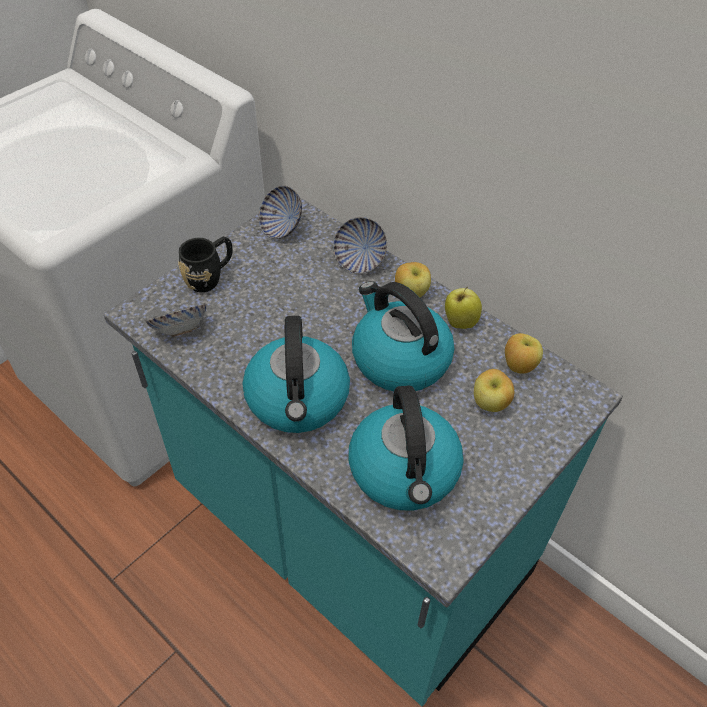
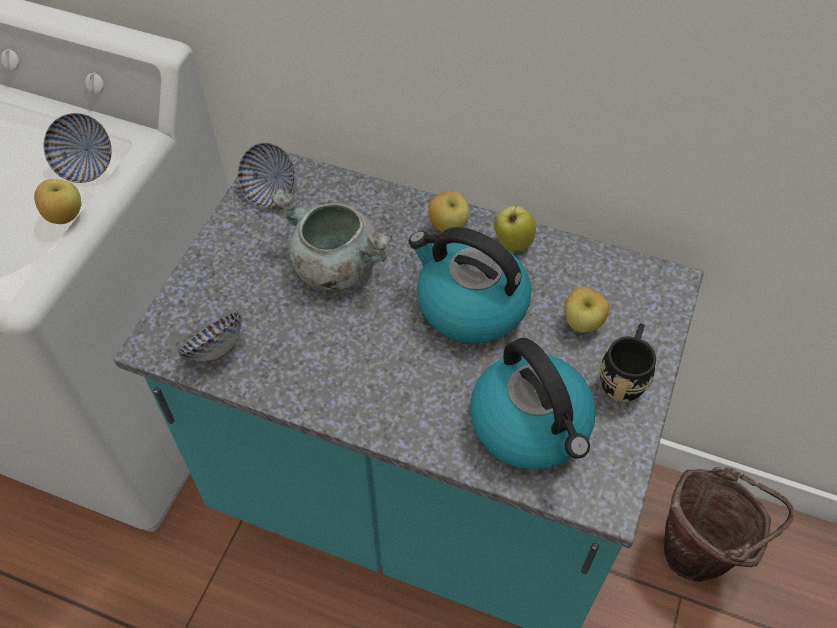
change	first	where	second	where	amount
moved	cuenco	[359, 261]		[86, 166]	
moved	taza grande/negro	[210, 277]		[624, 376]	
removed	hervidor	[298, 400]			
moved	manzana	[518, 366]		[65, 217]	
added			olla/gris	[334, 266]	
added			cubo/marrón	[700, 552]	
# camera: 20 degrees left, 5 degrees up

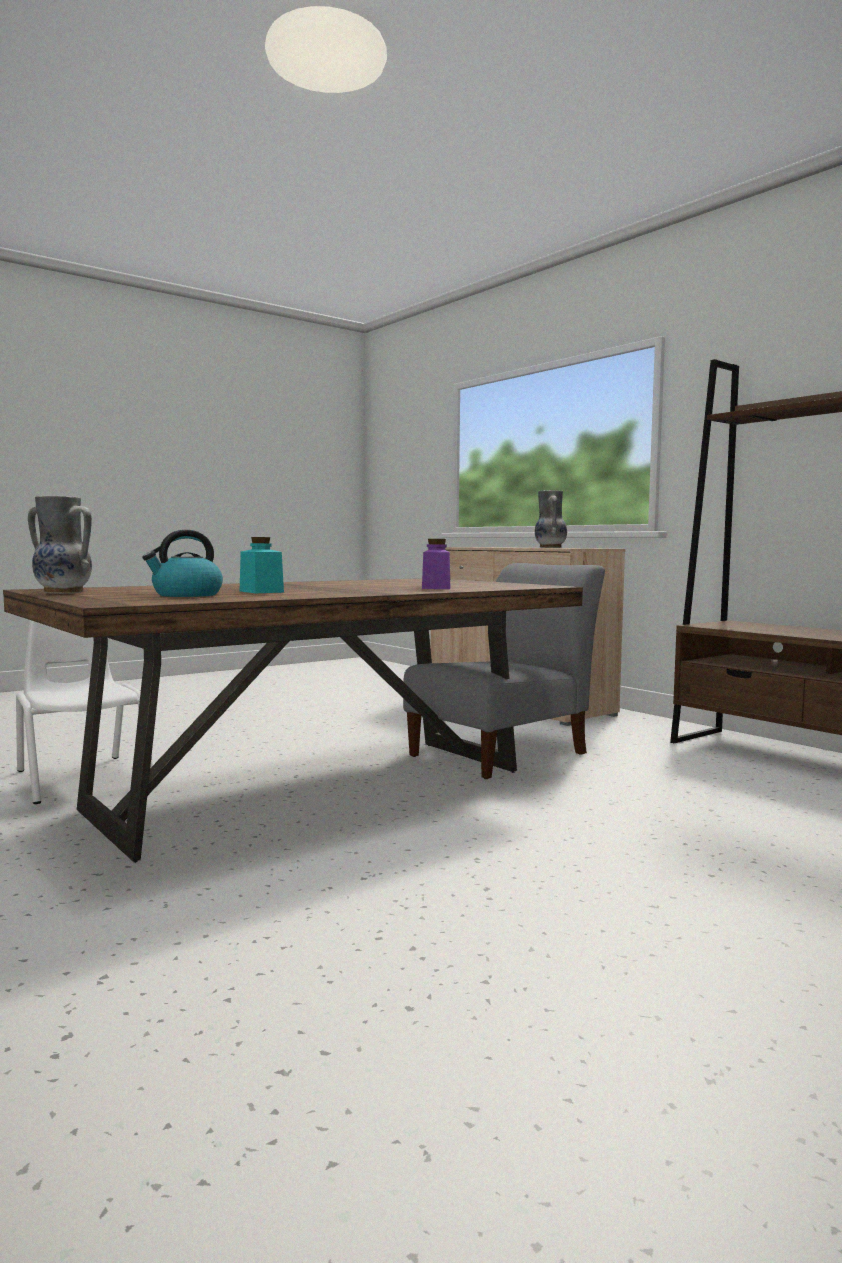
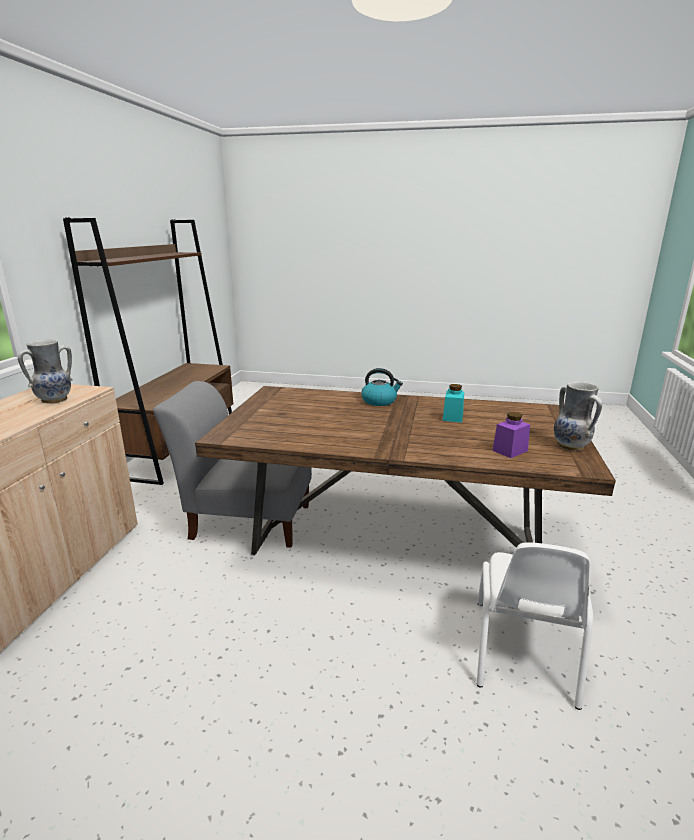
change	first	where	second	where	amount
moved	hervidor	[186, 595]		[379, 401]	
moved	tarro/morado	[436, 588]		[510, 450]	
# camera: 130 degrees left, 15 degrees up

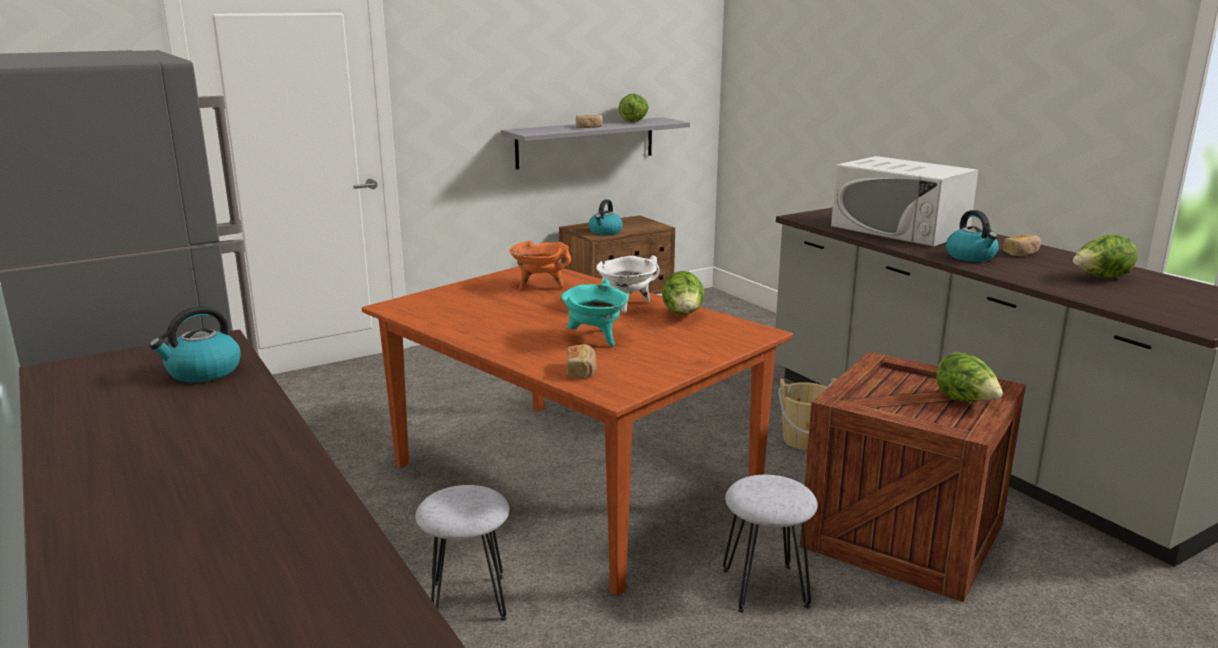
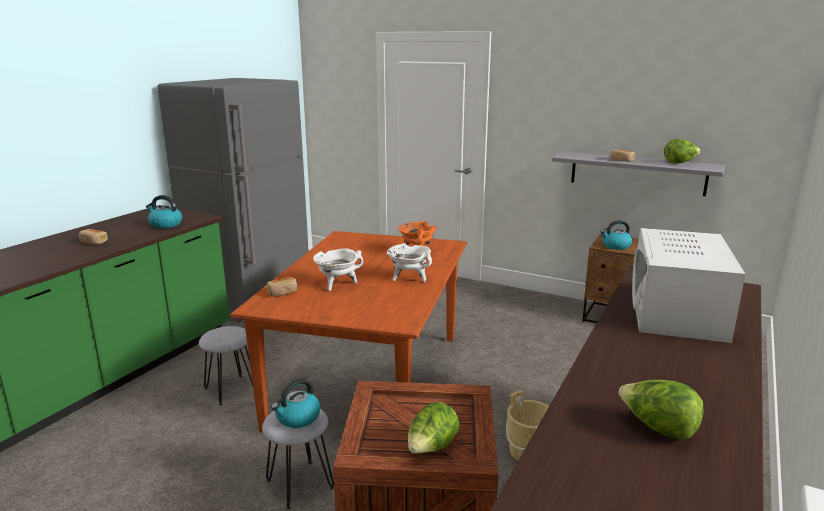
change	first	where	second	where	amount
moved	hervidor	[971, 257]		[297, 418]	
moved	pan	[1021, 253]		[93, 242]	
removed	lechuga	[683, 315]			
recoloured	olla/turquesa	[595, 339]	olla/blanco	[337, 284]	
# camera: 60 degrees right, 0 degrees up

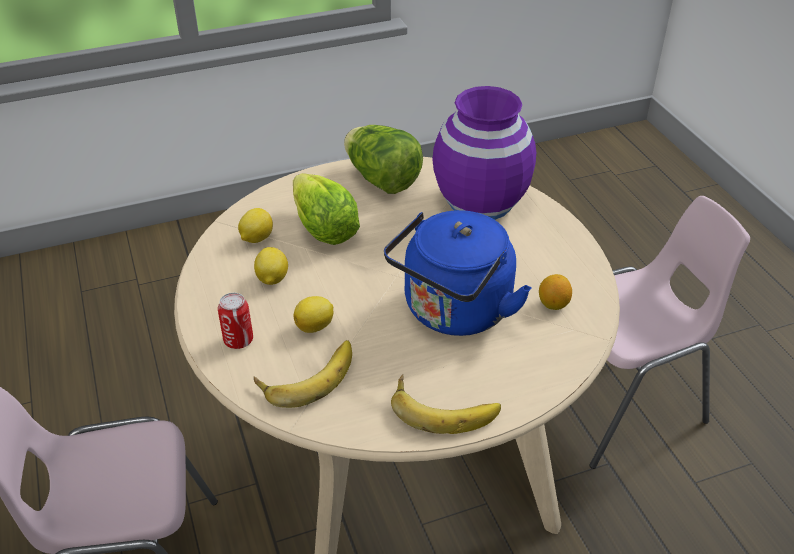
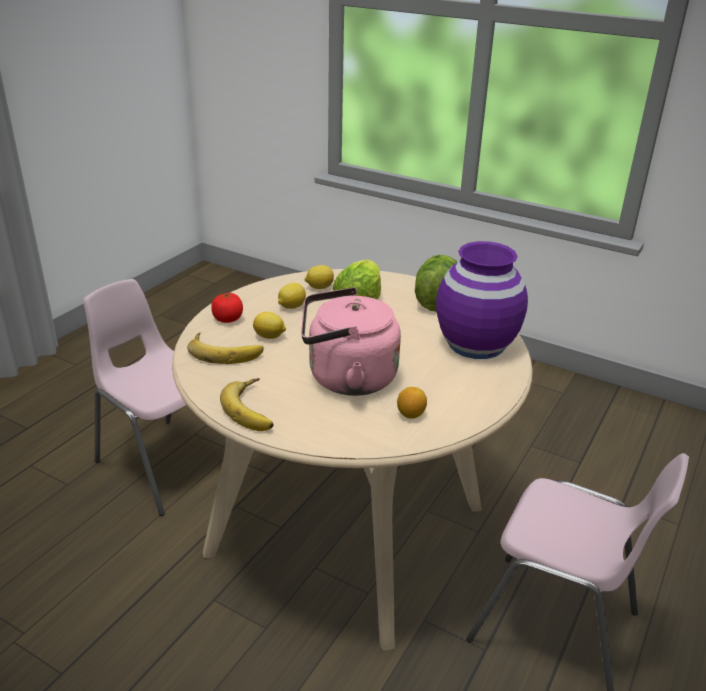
change	first	where	second	where	amount
recoloured	hervidor/azul	[454, 313]	hervidor/rosa	[346, 378]	
replaced	lata	[238, 340]	tomate	[228, 319]	
# camera: 50 degrees right, 10 degrees down

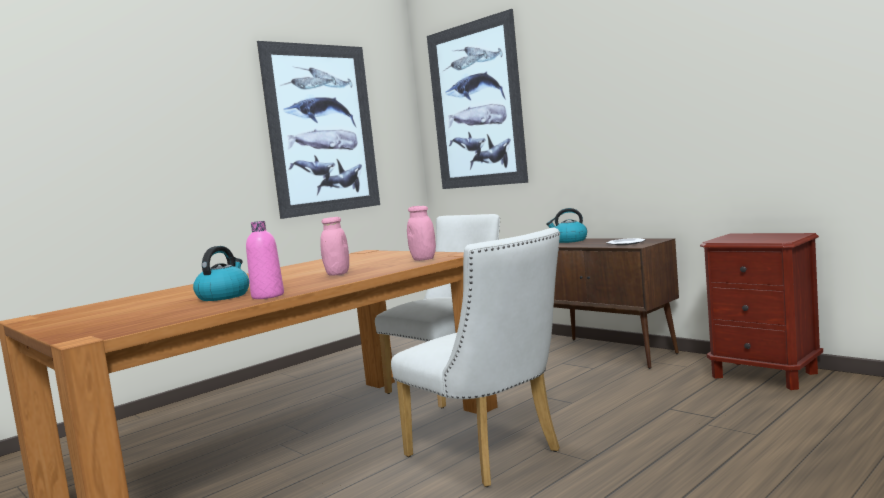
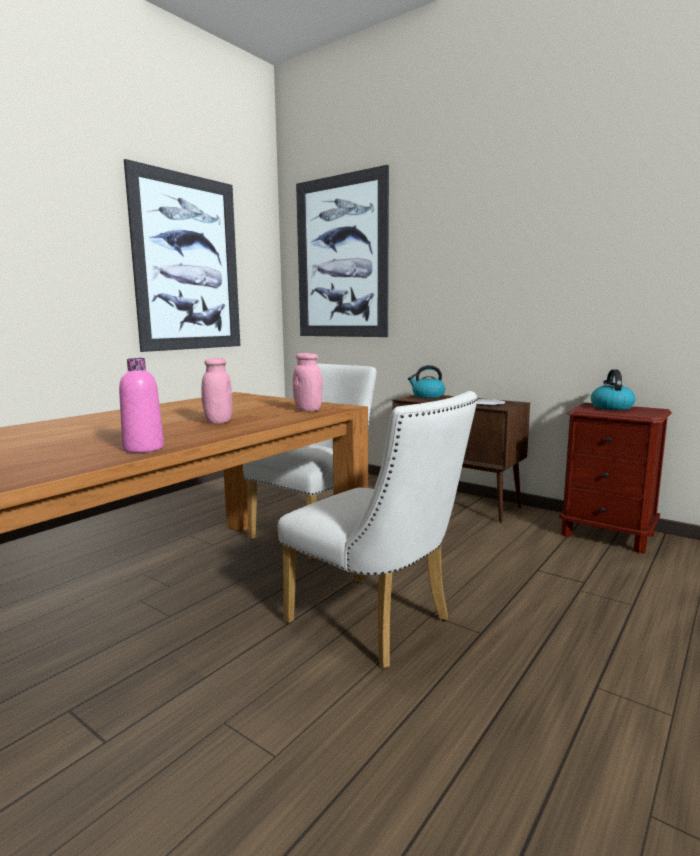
change	first	where	second	where	amount
moved	hervidor	[224, 296]		[611, 407]	
# camera: 10 degrees left, 5 degrees up

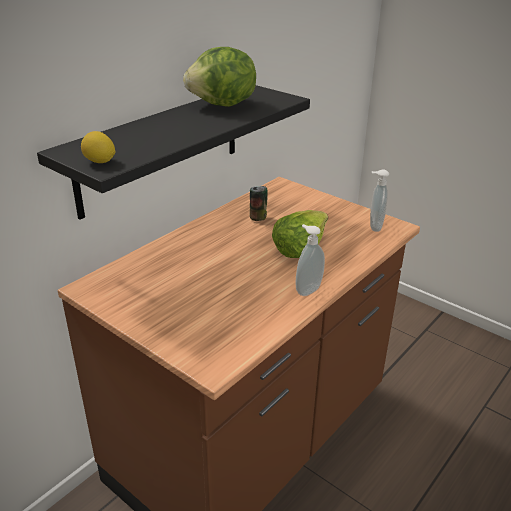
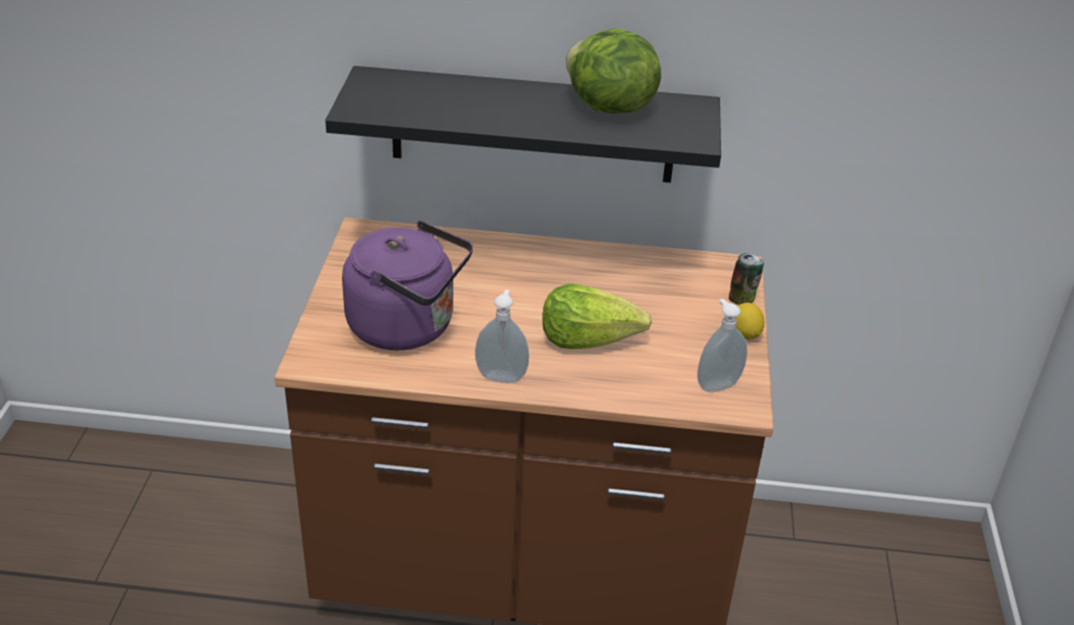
change	first	where	second	where	amount
moved	limón	[99, 162]		[744, 334]	
moved	lata	[258, 217]		[742, 299]	
added			hervidor/morado	[408, 327]	
# camera: 55 degrees right, 5 degrees up

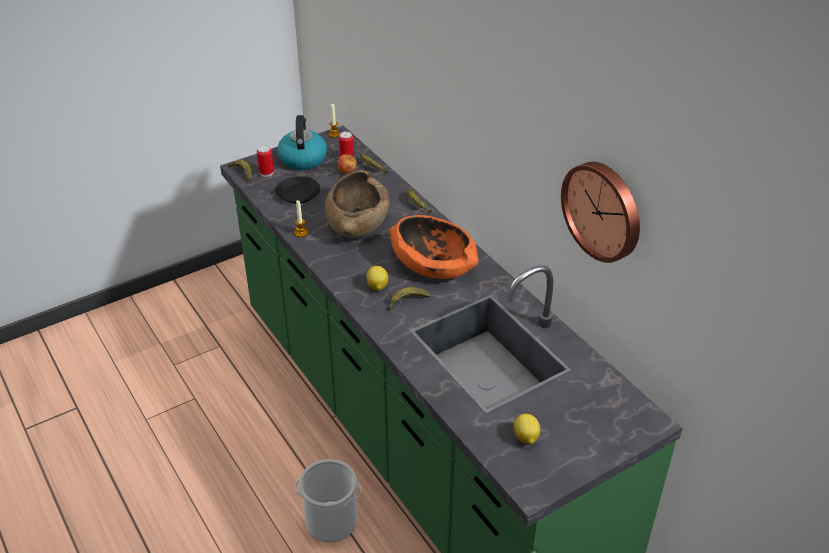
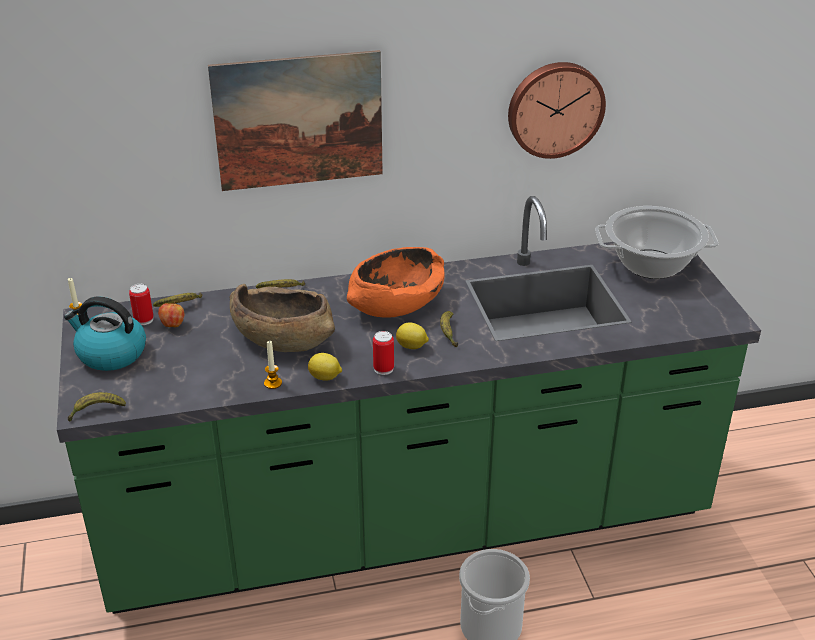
change	first	where	second	where	amount
moved	lata	[266, 172]		[383, 369]	
removed	plato/negro	[298, 194]			
moved	limón	[525, 438]		[325, 377]	
added			cuadro	[299, 121]	
added			olla	[651, 265]	
# camera: 70 degrees left, 5 degrees down

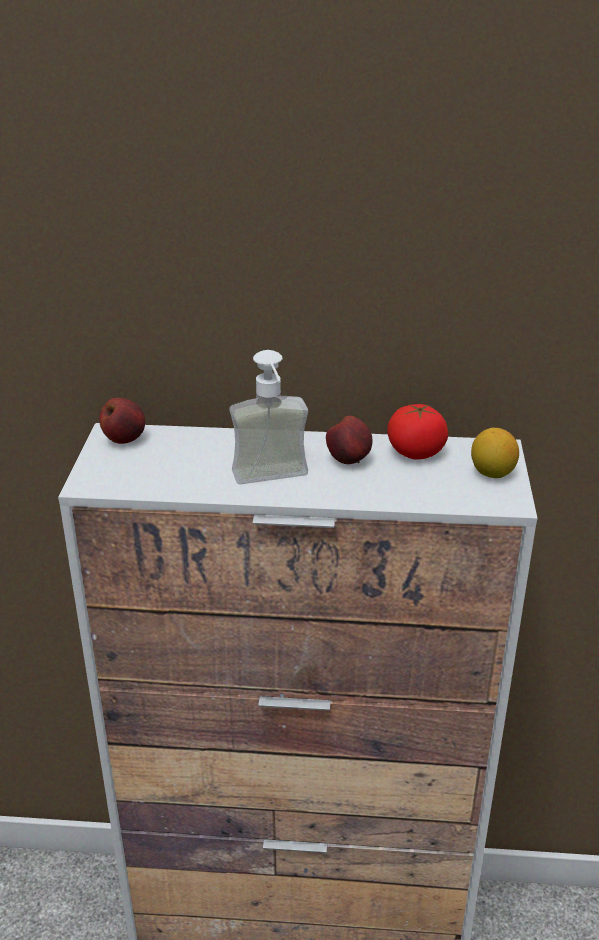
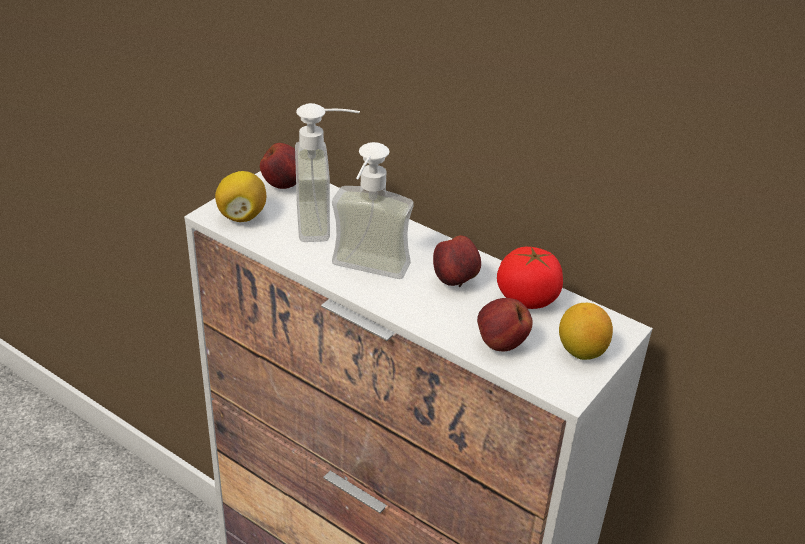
change	first	where	second	where	amount
added			dispensador de jabón	[328, 221]	
added			limón	[242, 215]	
added			manzana	[500, 344]	
# camera: 30 degrees right, 5 degrees up

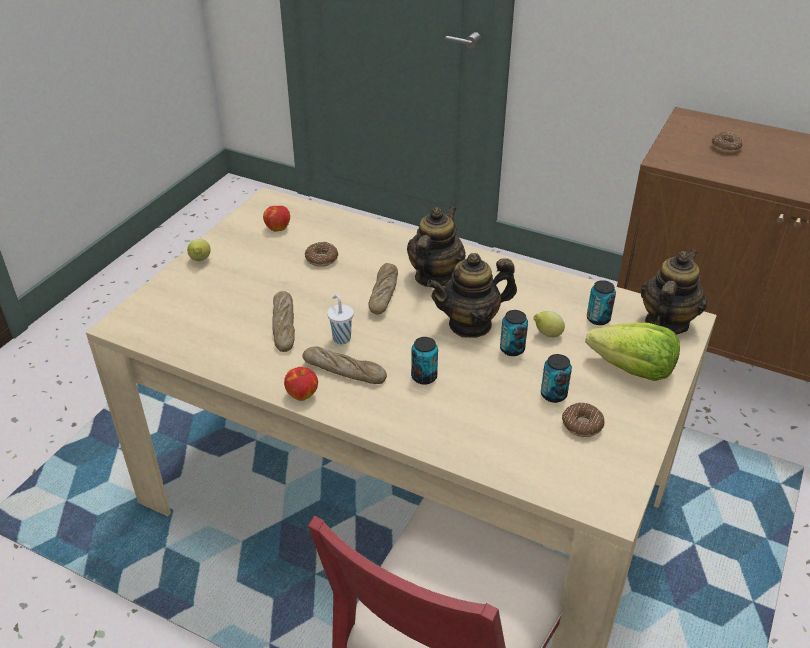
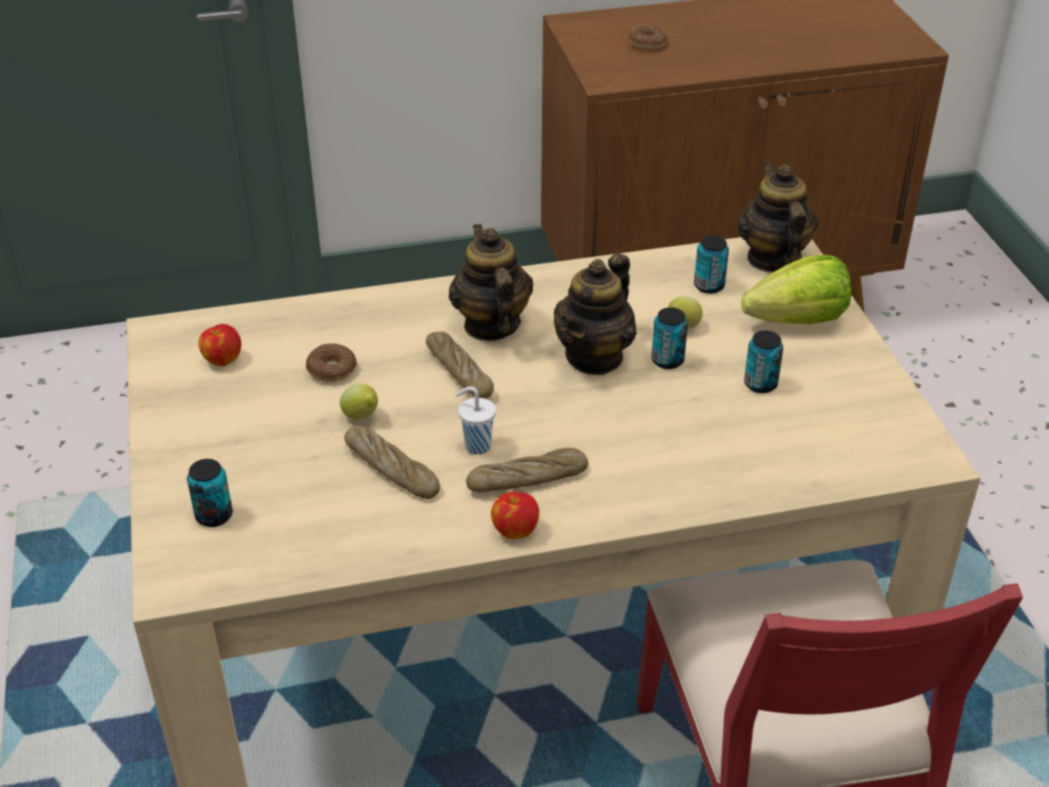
change	first	where	second	where	amount
moved	limón	[200, 261]		[362, 417]	
moved	lata	[424, 377]		[214, 516]	
removed	rosquilla	[582, 425]			
# camera: 40 degrees left, 0 degrees up

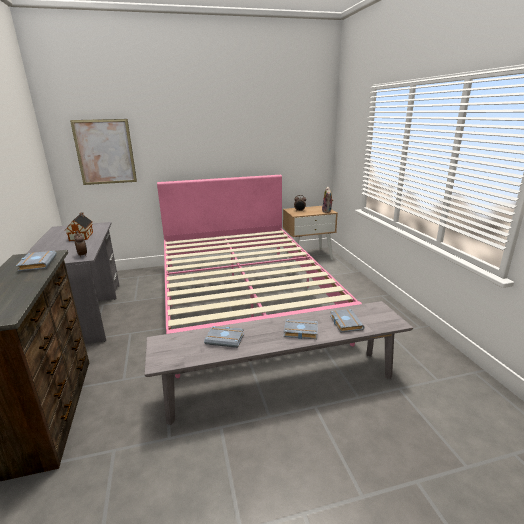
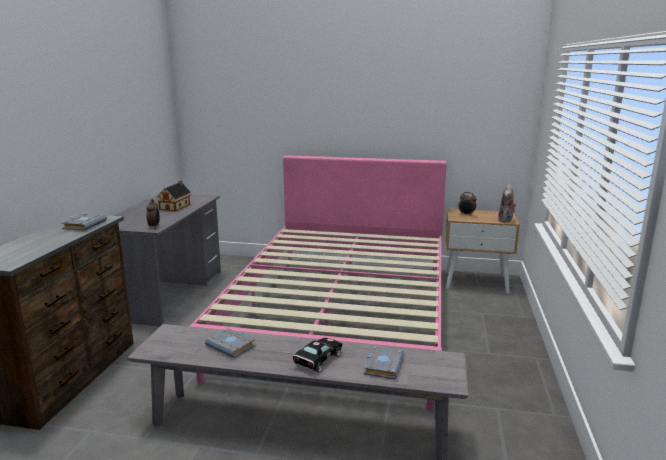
change	first	where	second	where	amount
removed	cuadro	[105, 152]			
replaced	libro/gris	[300, 332]	coche de juguete/negro	[317, 360]	
# camera: 25 degrees right, 5 degrees down

